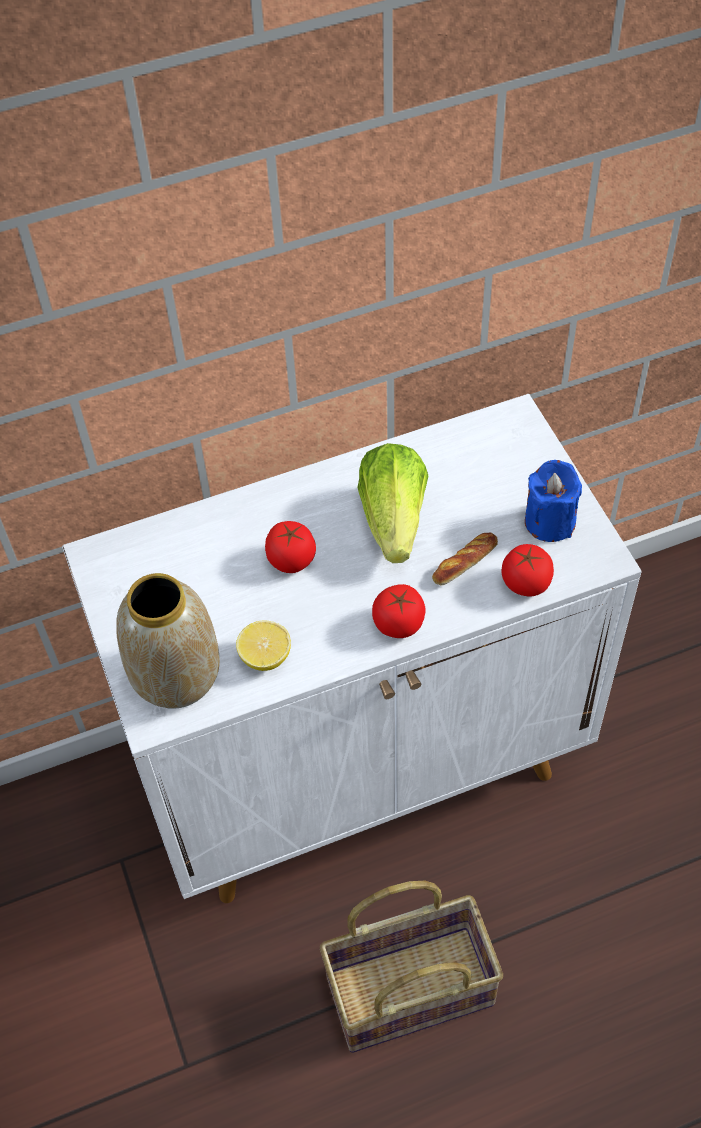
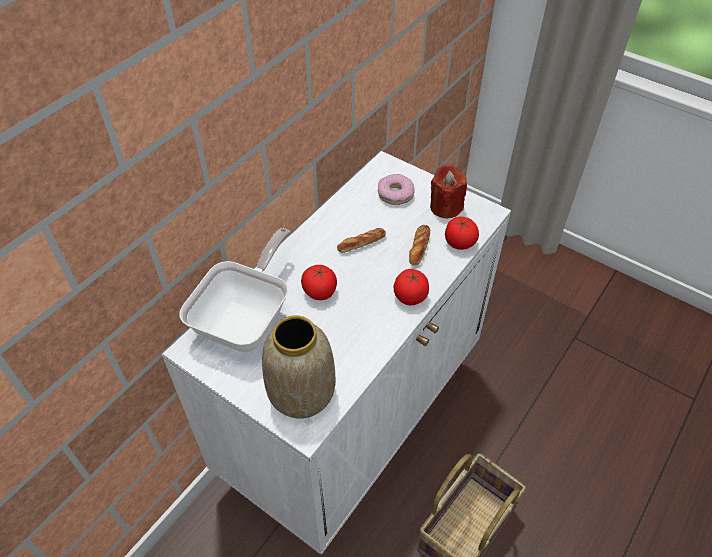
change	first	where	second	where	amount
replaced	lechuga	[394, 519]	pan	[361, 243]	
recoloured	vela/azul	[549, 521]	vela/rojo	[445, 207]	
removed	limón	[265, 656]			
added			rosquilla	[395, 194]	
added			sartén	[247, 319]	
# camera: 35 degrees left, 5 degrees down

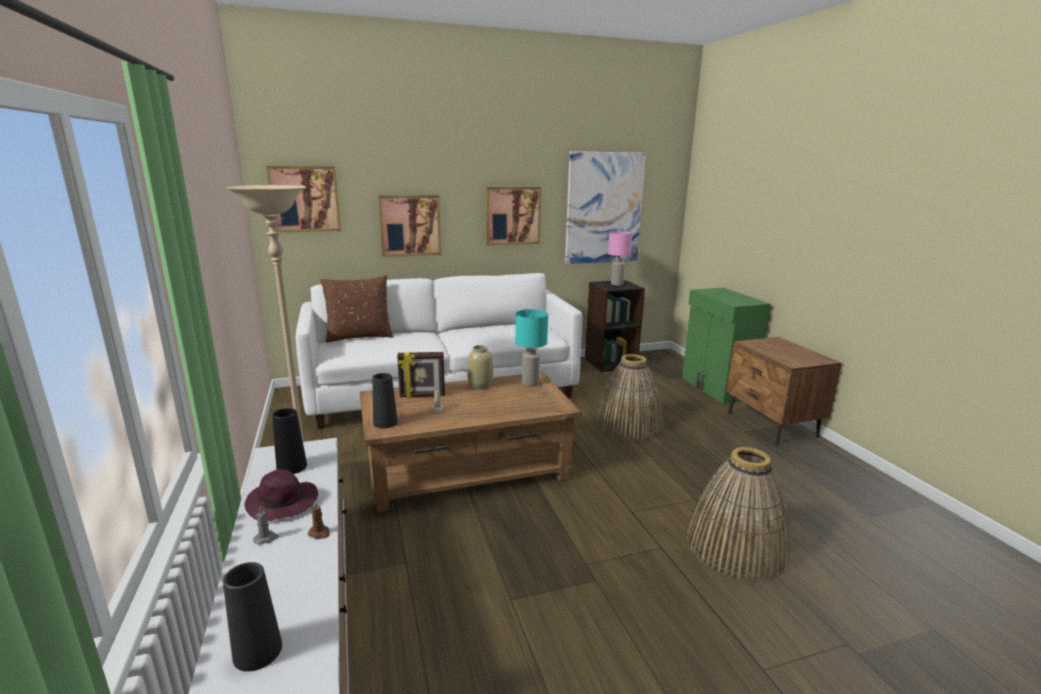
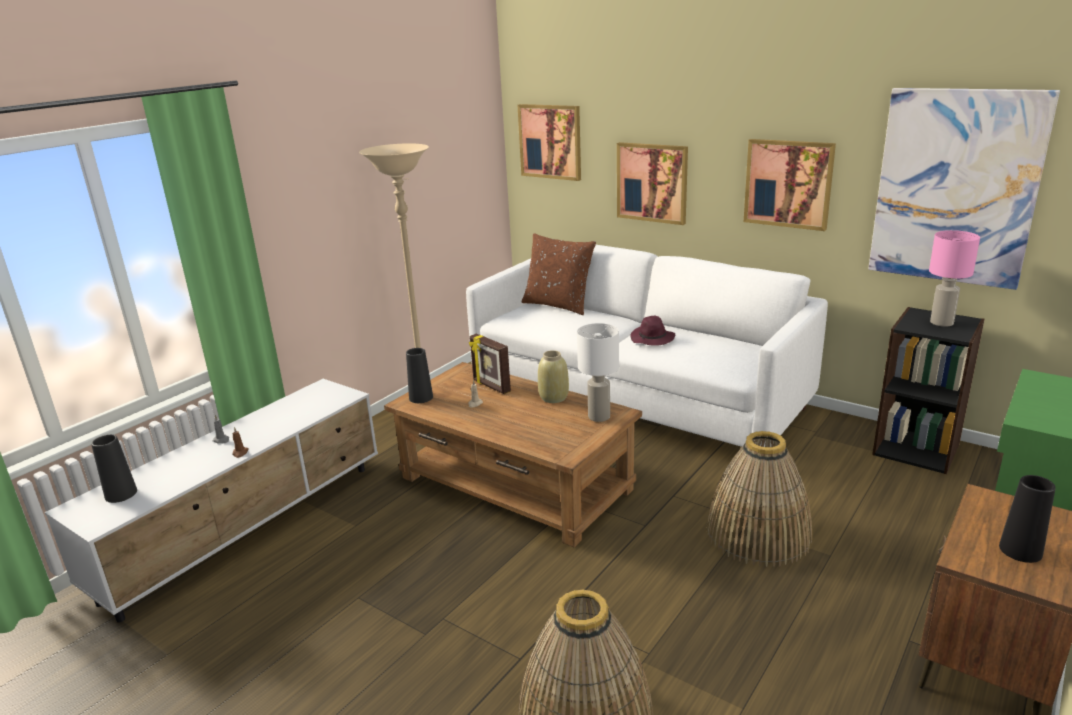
change	first	where	second	where	amount
recoloured	lámpara de mesa/turquesa	[530, 383]	lámpara de mesa/blanco	[599, 417]	
moved	florero/negro	[292, 467]		[1020, 550]	
moved	sombrero/morado	[283, 503]		[652, 339]	
# camera: 55 degrees right, 5 degrees up

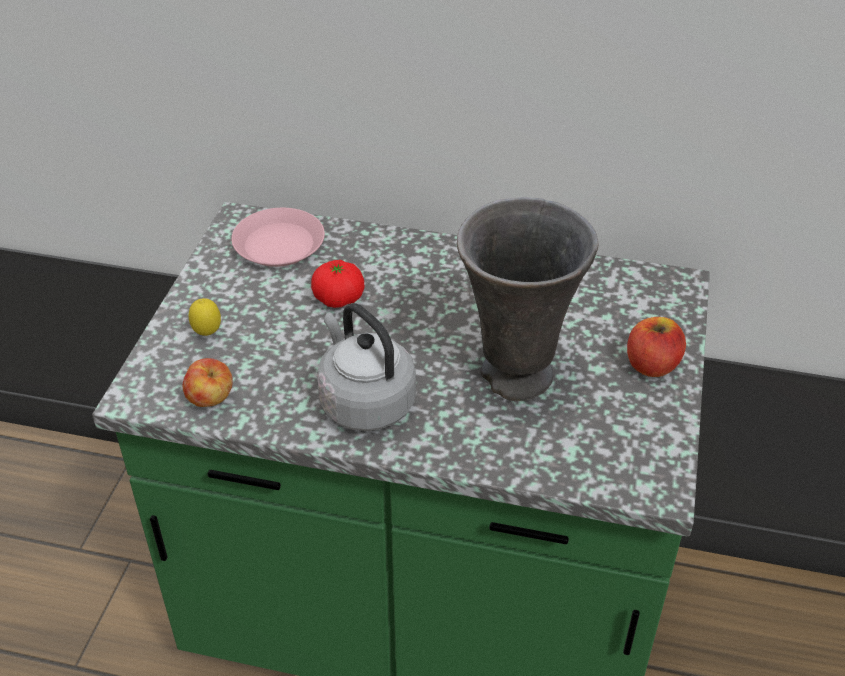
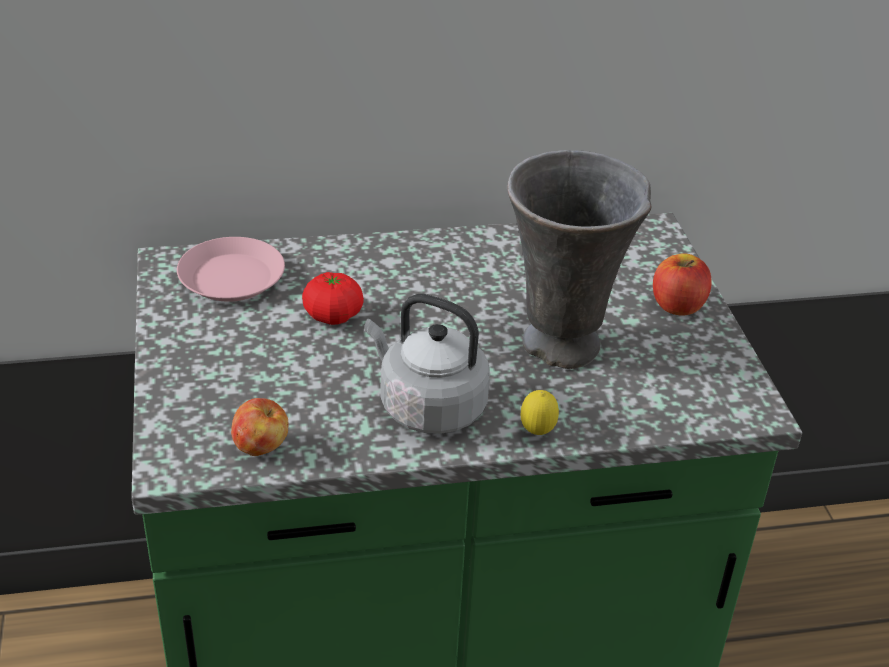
change	first	where	second	where	amount
moved	limón	[207, 334]		[537, 433]	
# camera: 25 degrees left, 5 degrees down

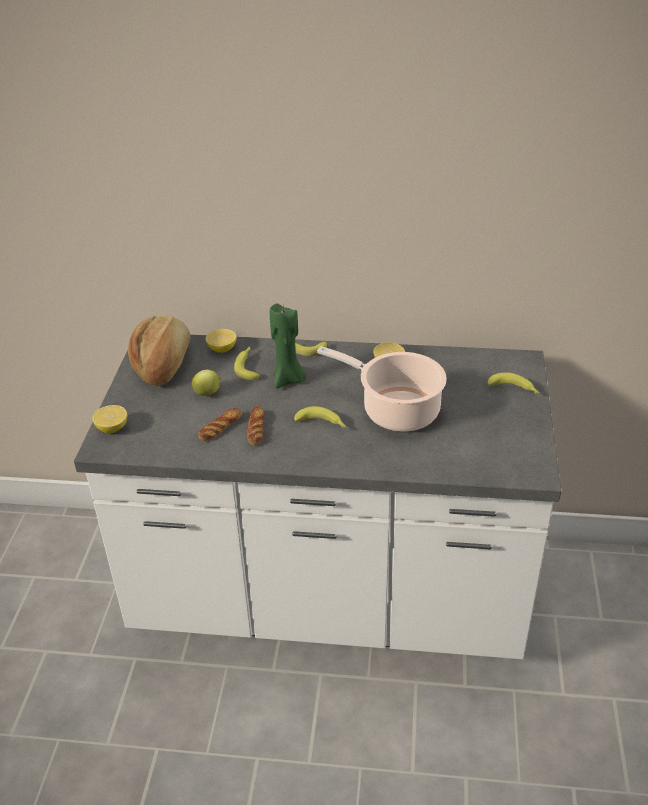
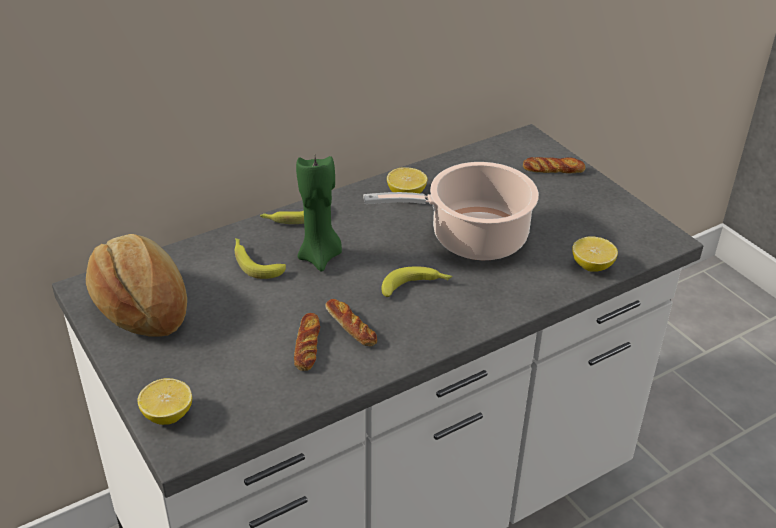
change	first	where	second	where	amount
moved	limón	[222, 349]		[592, 266]	
removed	manzana	[207, 393]			
replaced	plátano	[514, 389]	pan	[553, 170]	
# camera: 40 degrees left, 0 degrees up

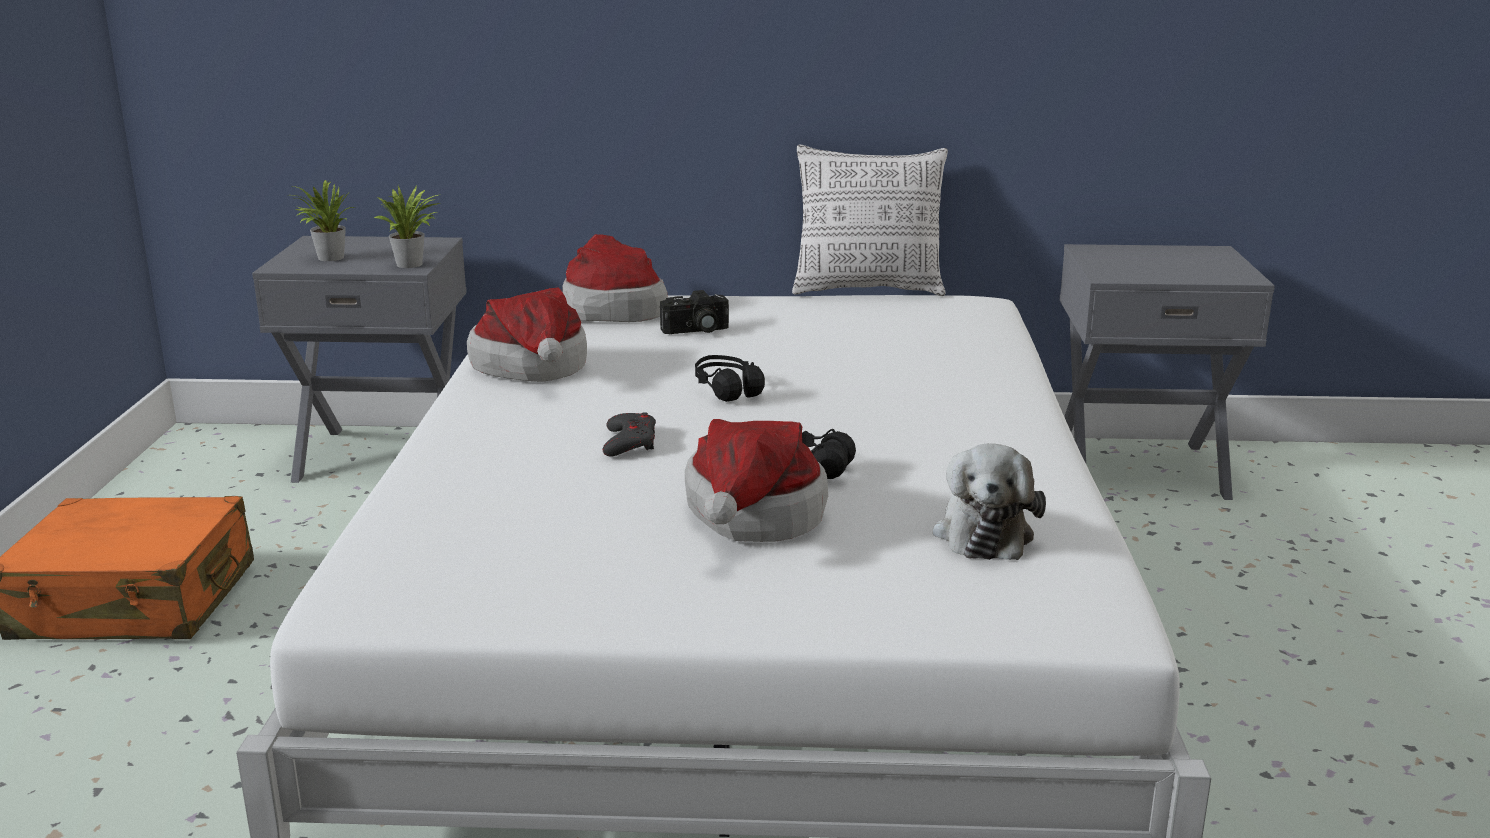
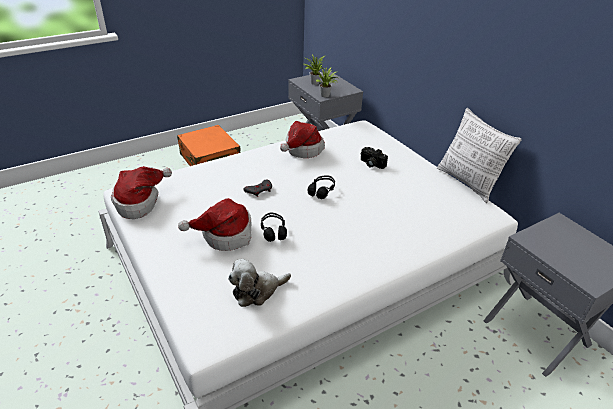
change	first	where	second	where	amount
moved	sombrero	[612, 309]		[140, 202]	
# camera: 55 degrees right, 15 degrees up

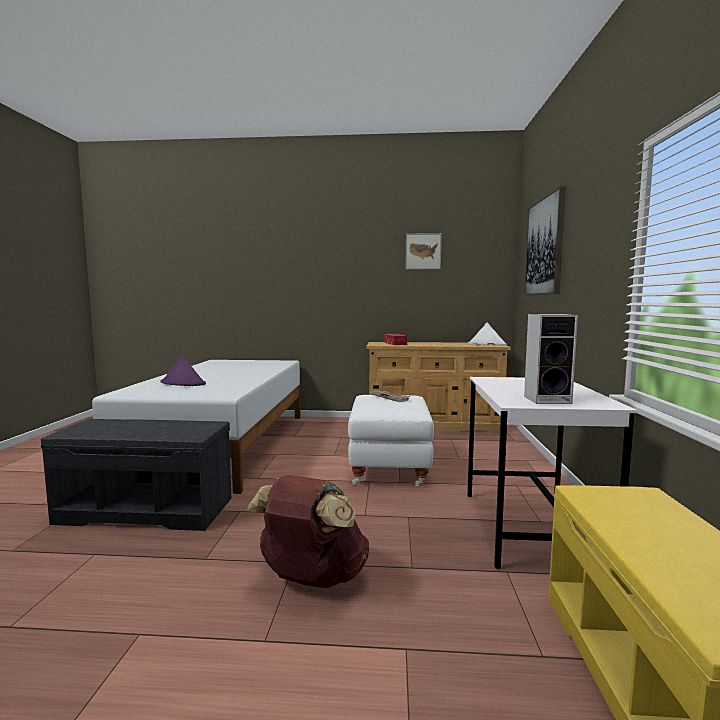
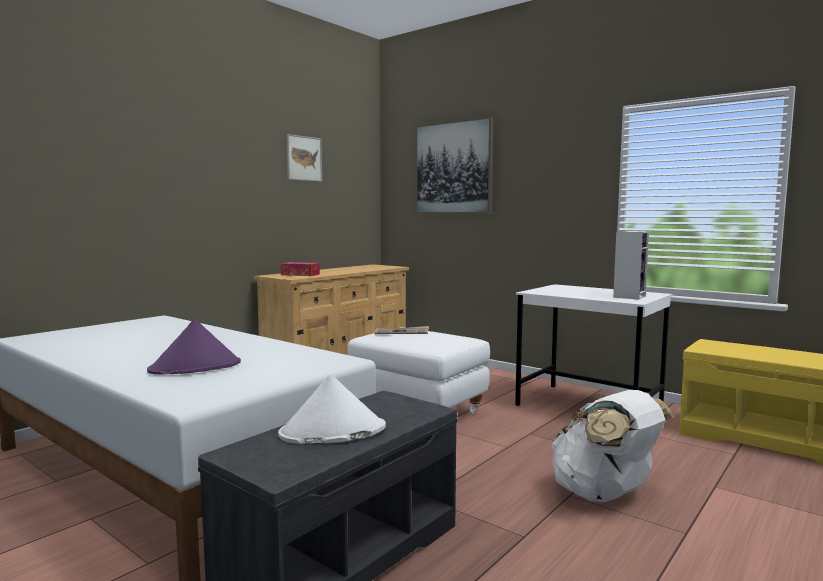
change	first	where	second	where	amount
moved	sombrero/blanco	[486, 344]		[332, 432]	
recoloured	mochila/marrón	[311, 579]	mochila/blanco	[604, 495]	
# camera: 55 degrees left, 0 degrees up

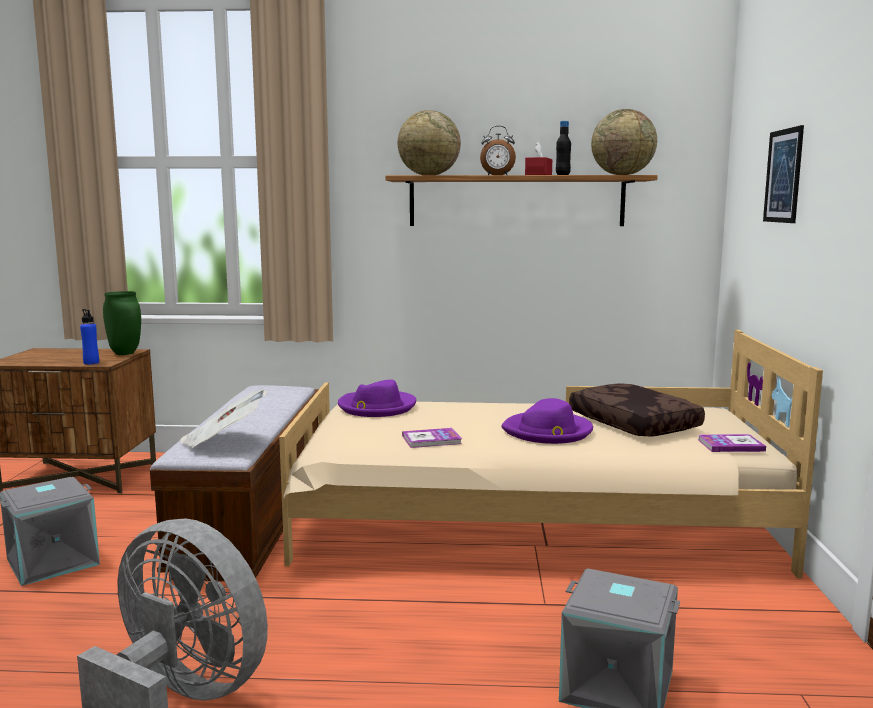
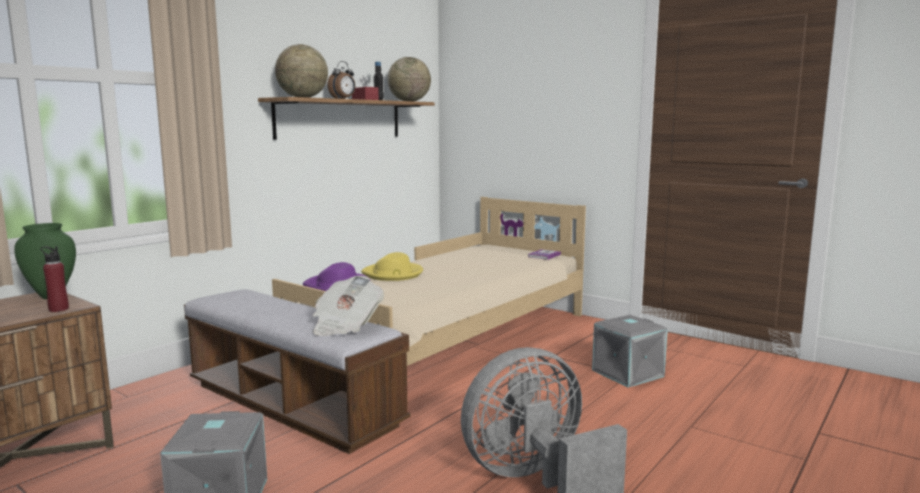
change	first	where	second	where	amount
removed	cuadro	[783, 176]			
recoloured	botella/azul	[91, 363]	botella/rojo	[58, 309]	
removed	cojín/marrón	[631, 424]			
removed	sombrero/morado	[548, 432]			
removed	libro	[431, 440]			
added			sombrero/amarillo	[393, 274]	
# camera: 55 degrees left, 0 degrees up

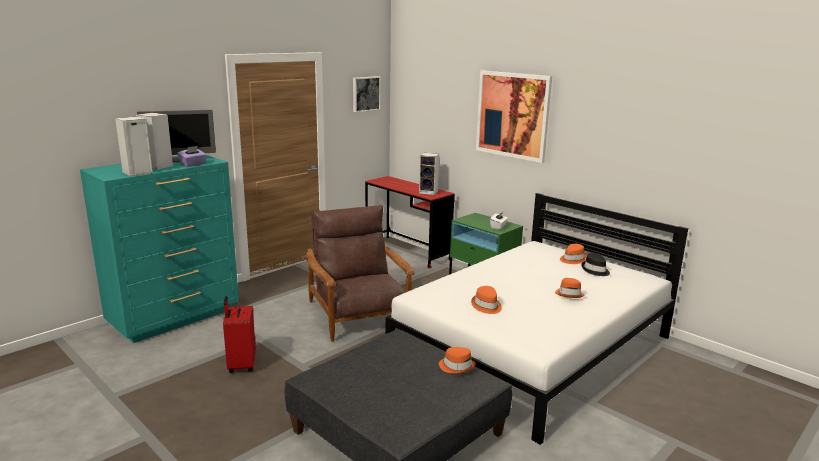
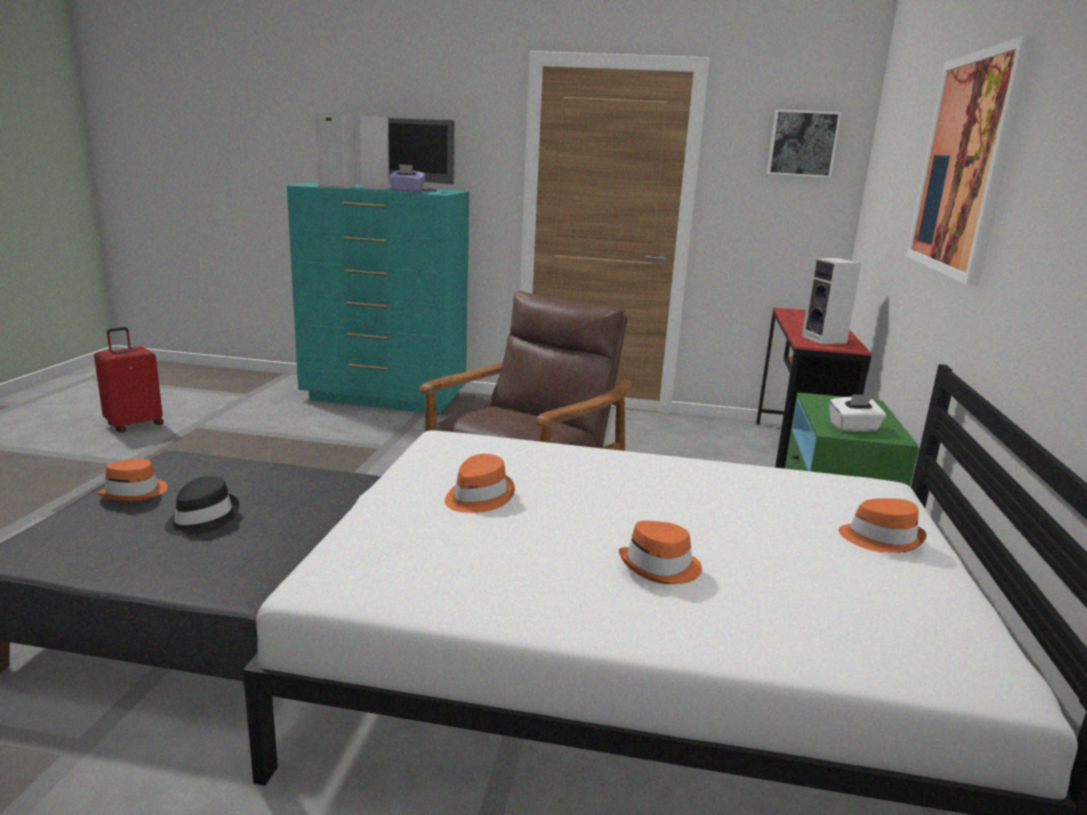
change	first	where	second	where	amount
moved	sombrero/negro	[595, 270]		[202, 518]	
moved	maleta/rojo	[241, 365]		[134, 425]	
moved	sombrero/naranja	[457, 366]		[135, 492]	
# camera: 55 degrees right, 0 degrees up

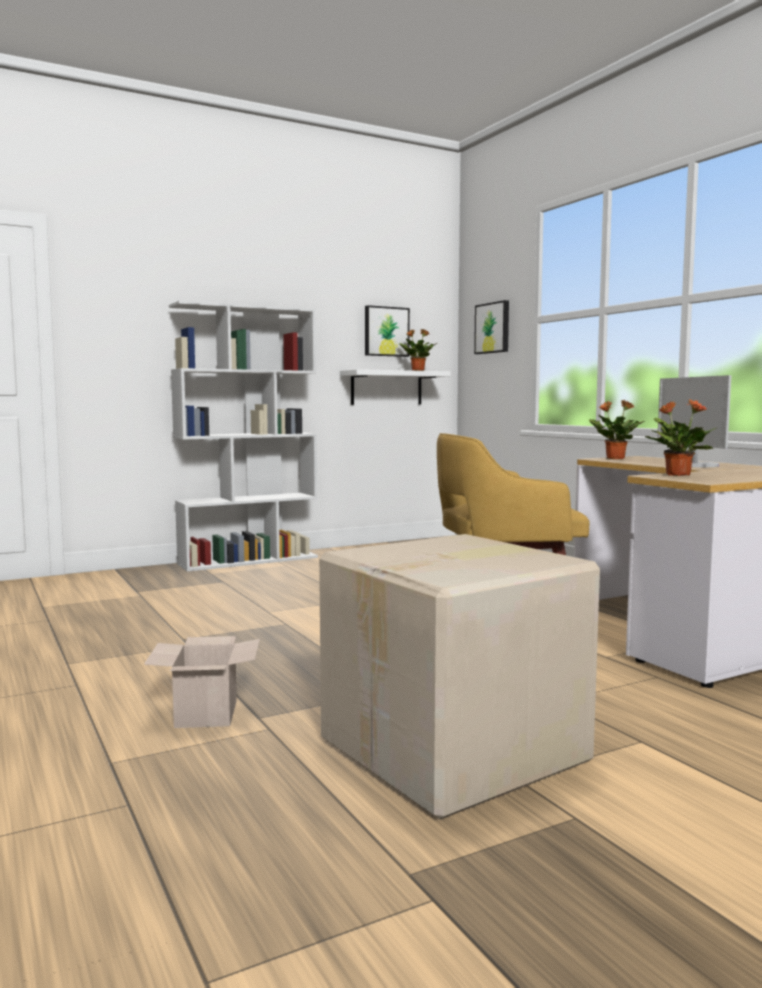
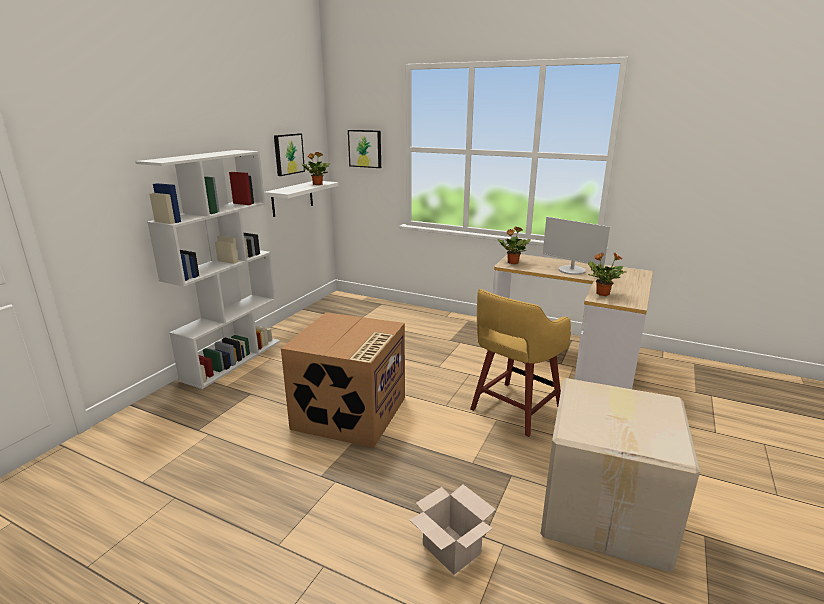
change	first	where	second	where	amount
added			caja de cartón	[350, 414]	
# camera: 35 degrees left, 15 degrees up

